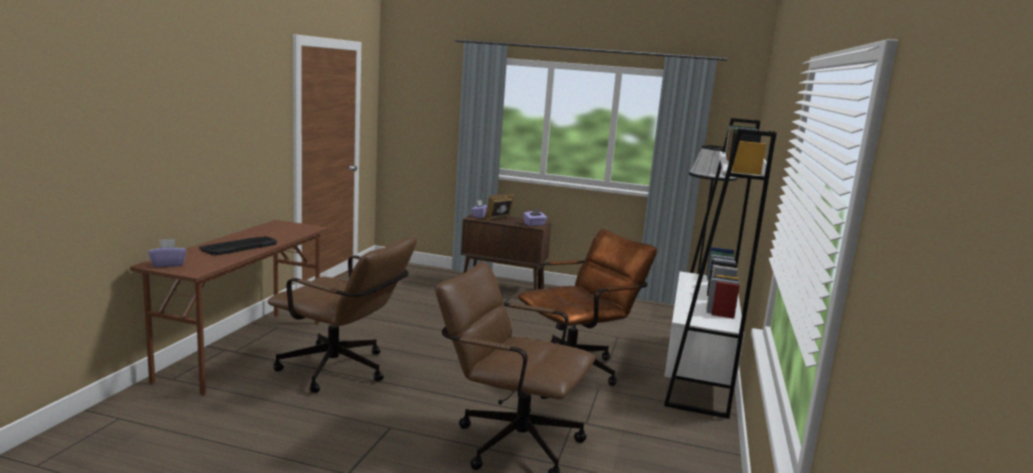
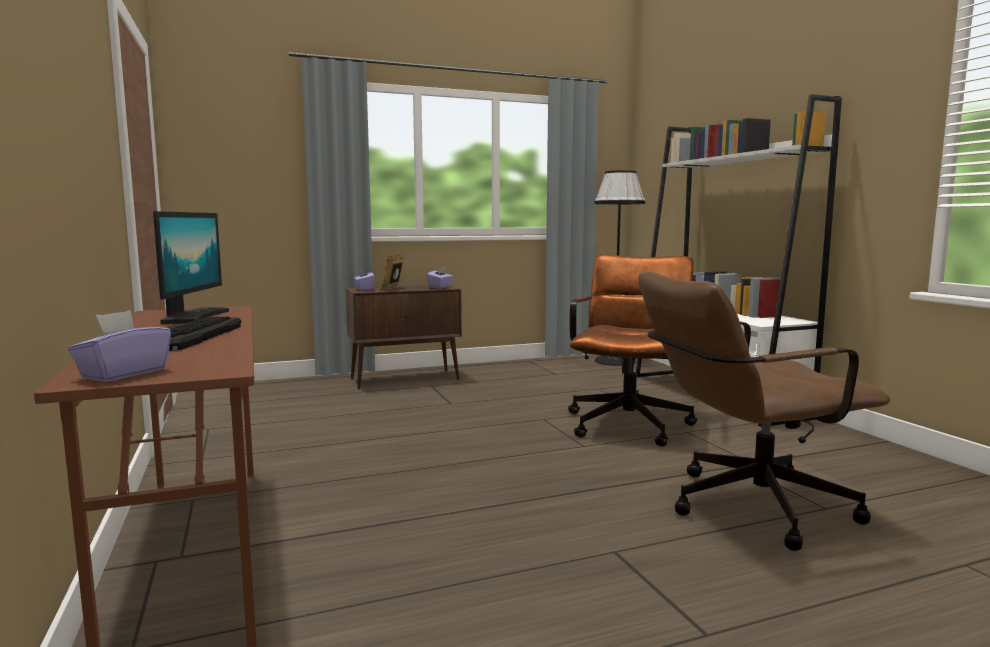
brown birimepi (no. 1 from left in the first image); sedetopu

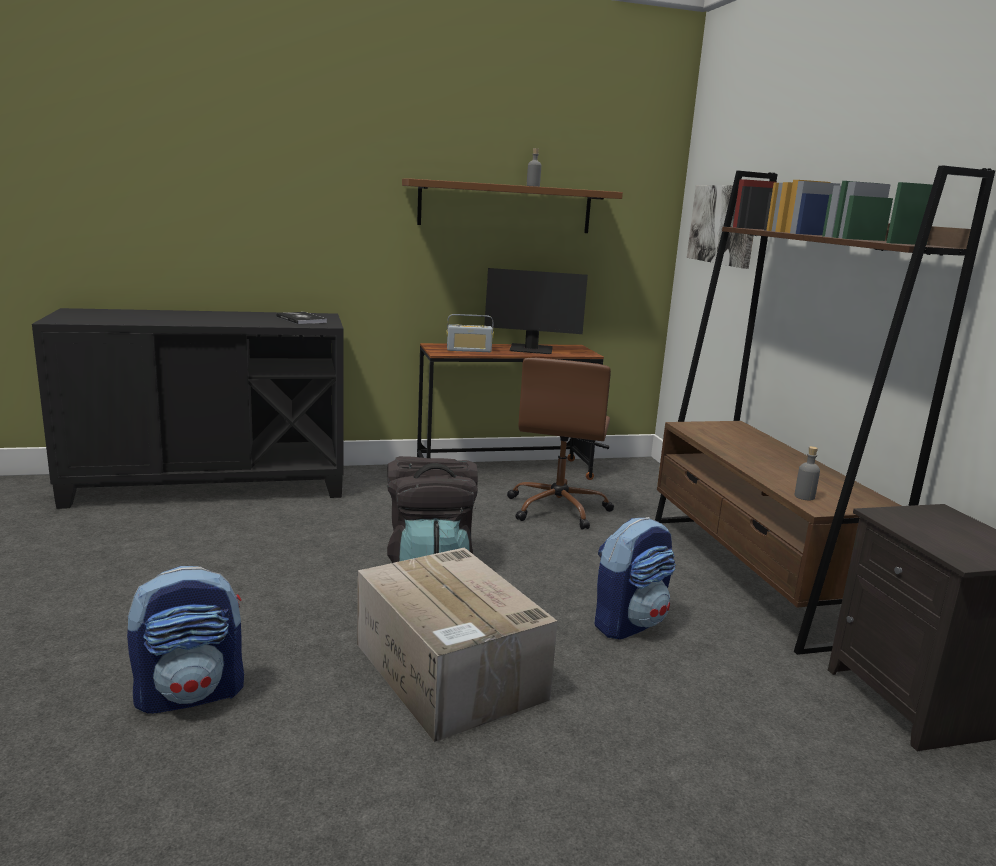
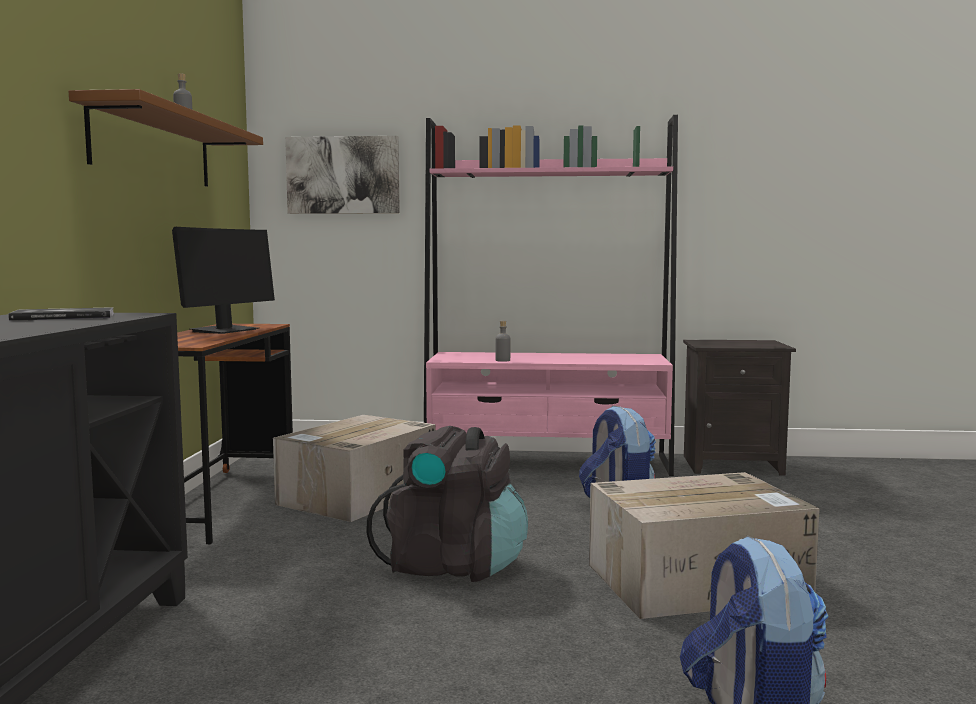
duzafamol; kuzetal (no. 1 from left); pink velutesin; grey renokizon (no. 2 from left)

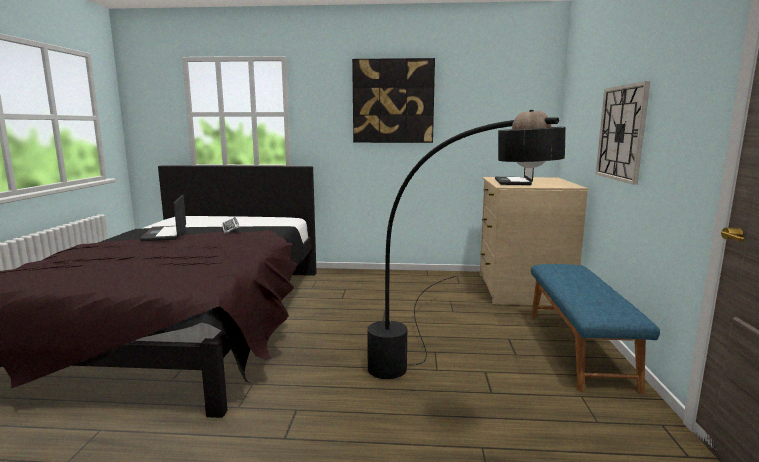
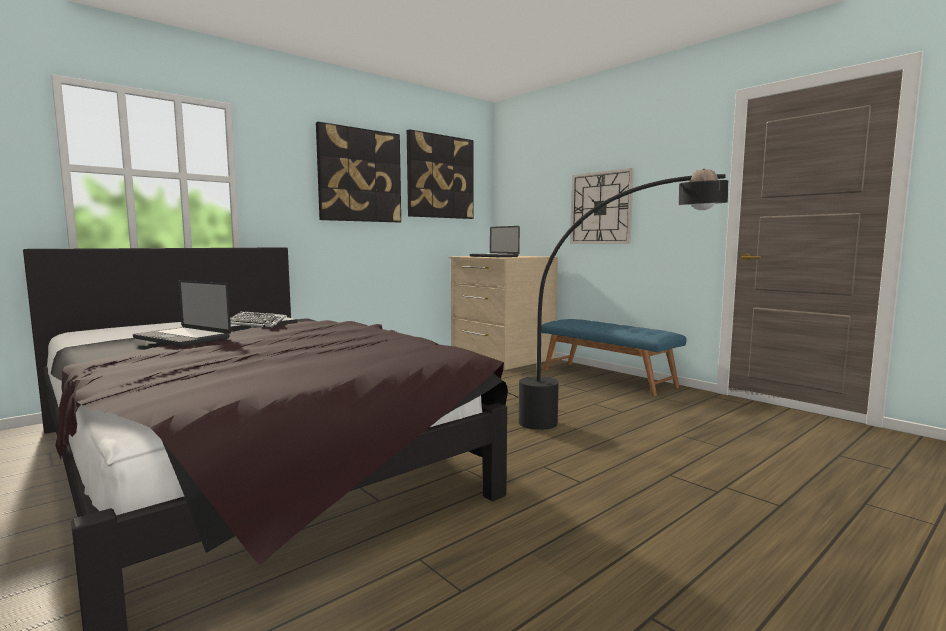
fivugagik (no. 2 from left)

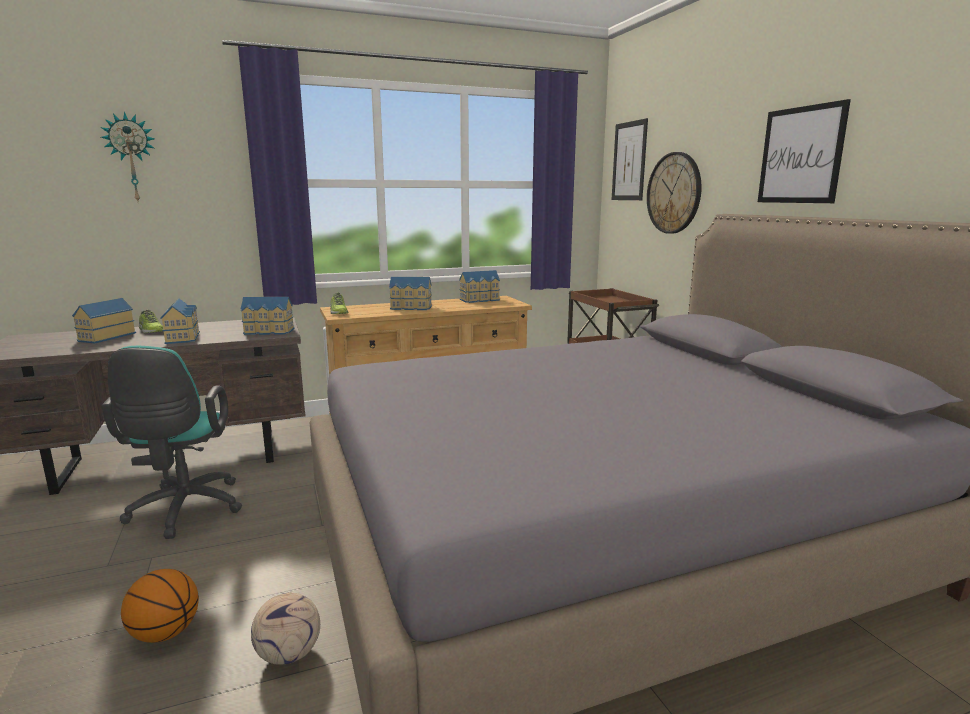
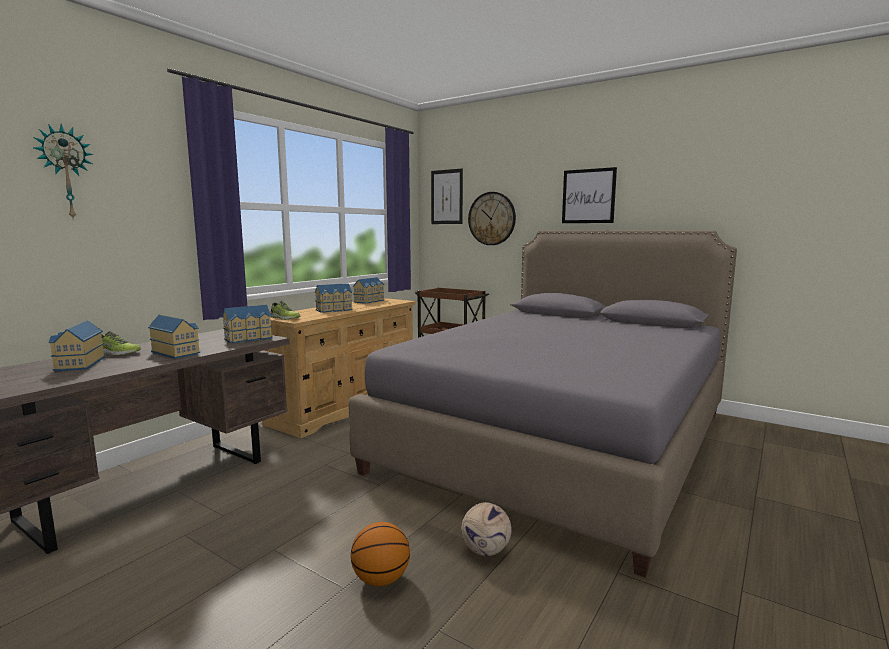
turquoise birimepi

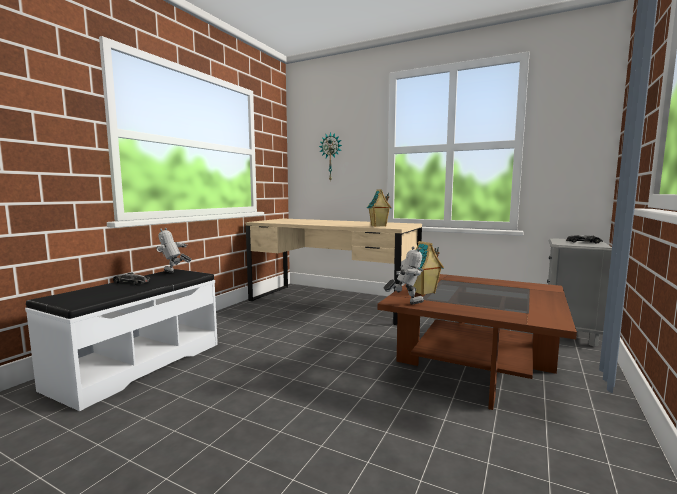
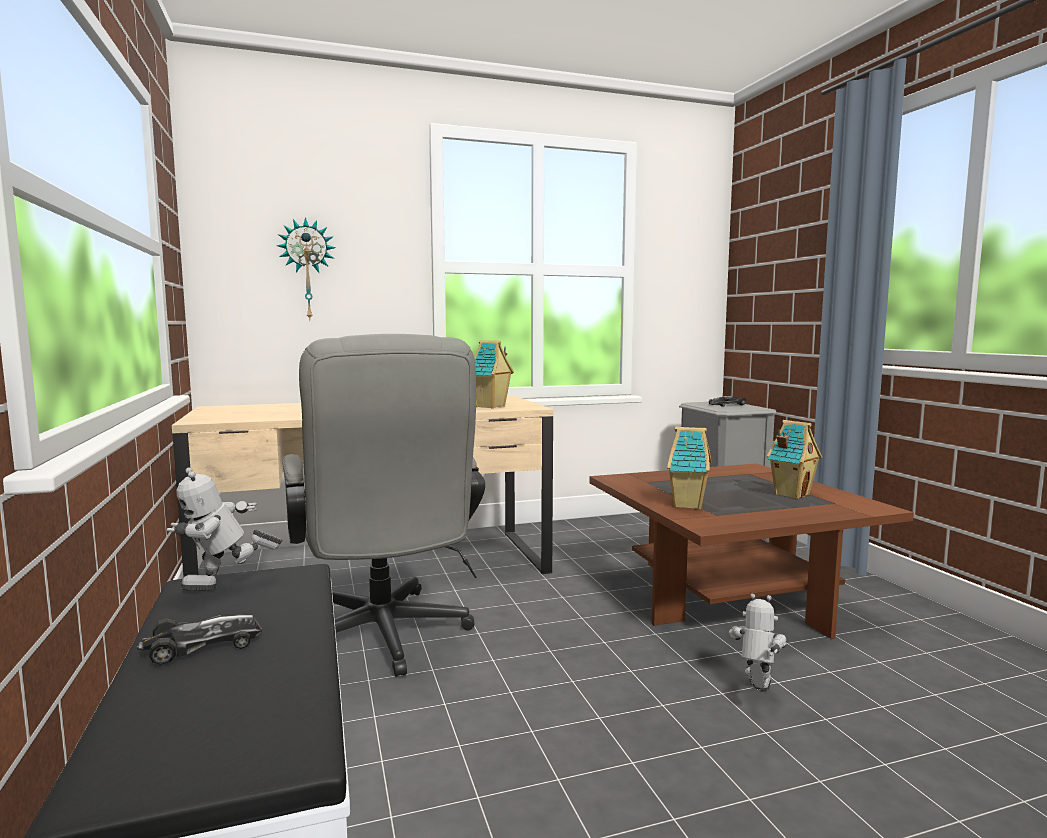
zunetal (no. 2 from left); grey birimepi; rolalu (no. 3 from left)

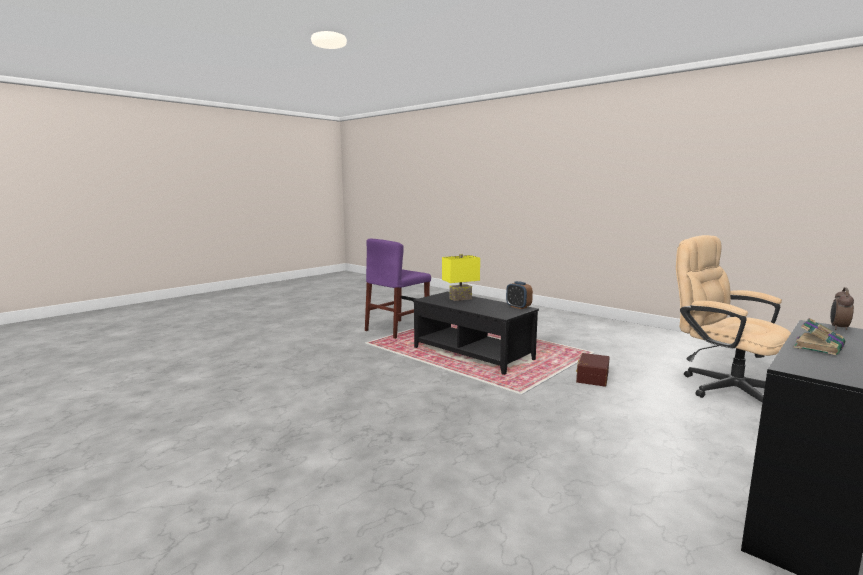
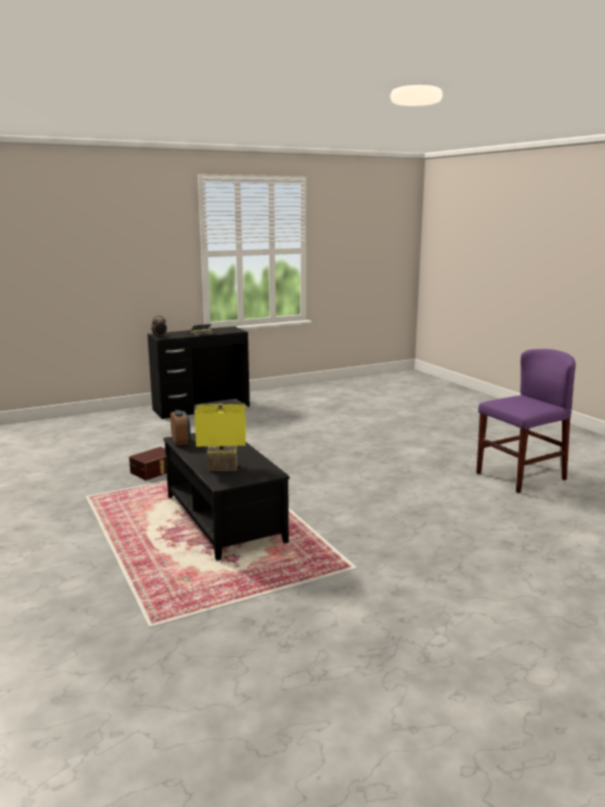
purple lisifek; beige birimepi

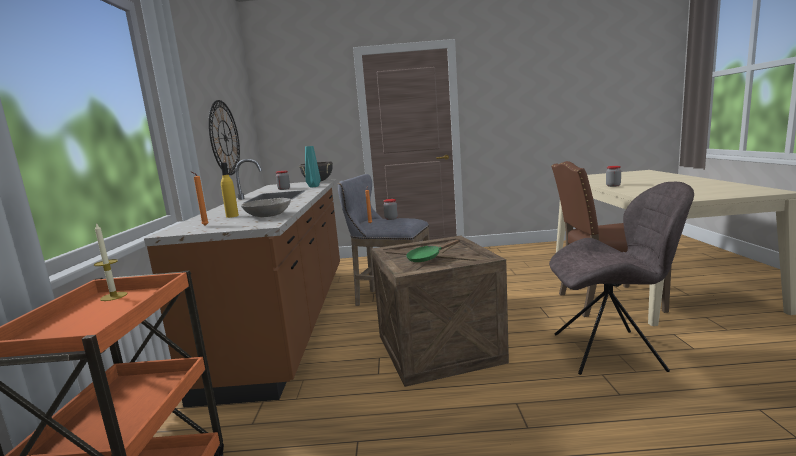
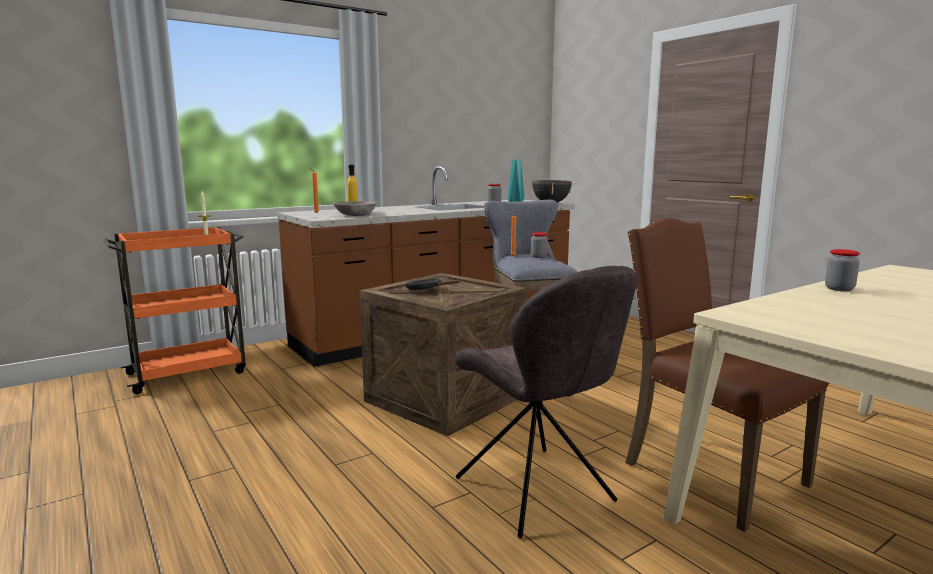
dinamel; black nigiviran

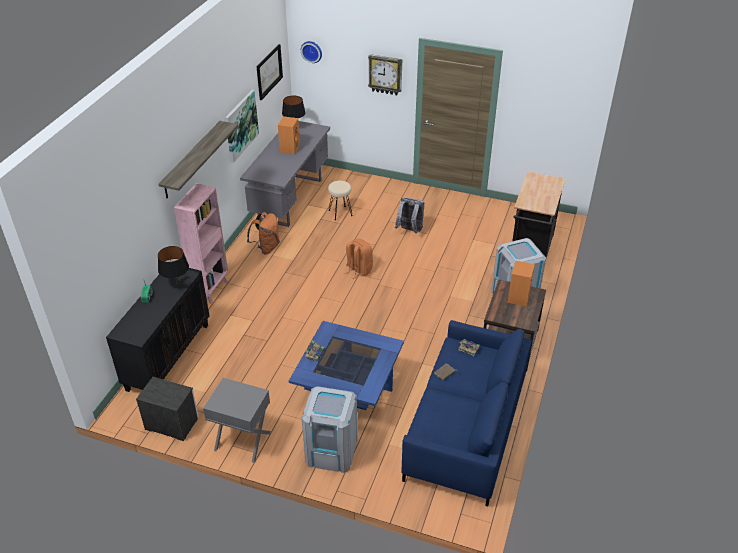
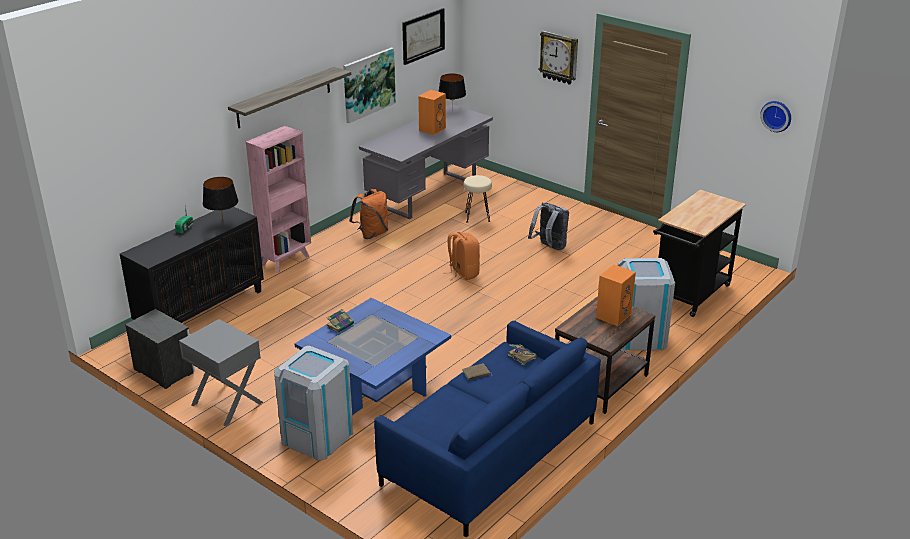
dinamel (no. 2 from left)

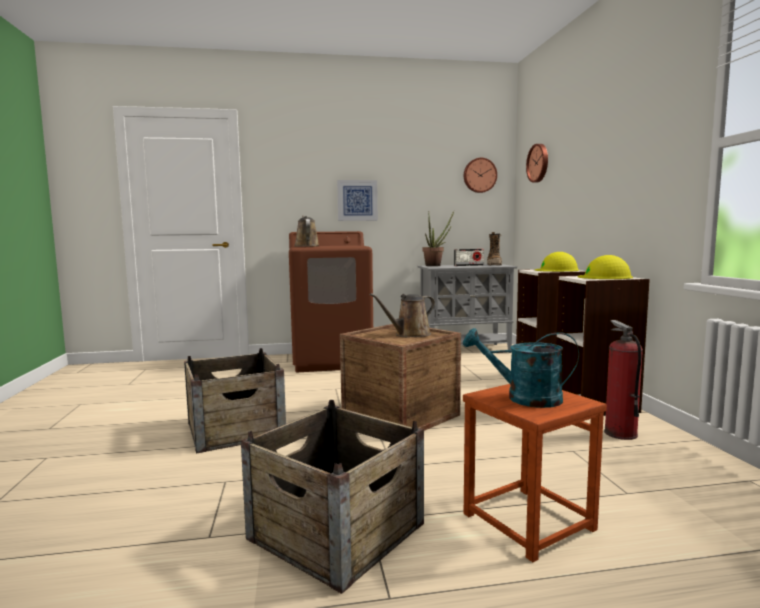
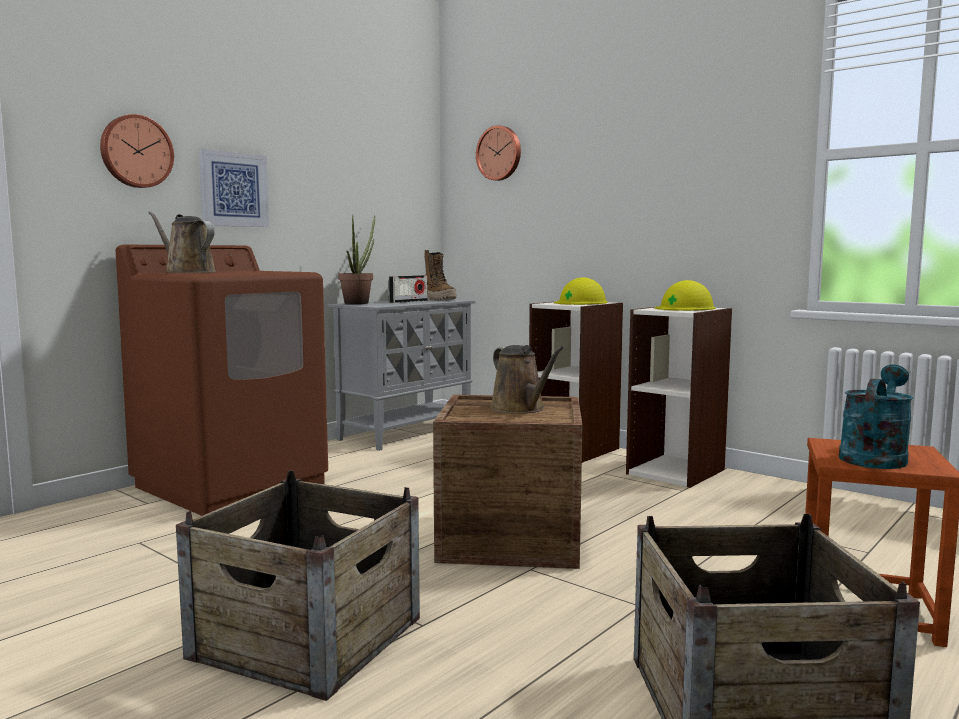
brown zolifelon (no. 2 from left); turquoise zolifelon; dinamel (no. 1 from left); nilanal

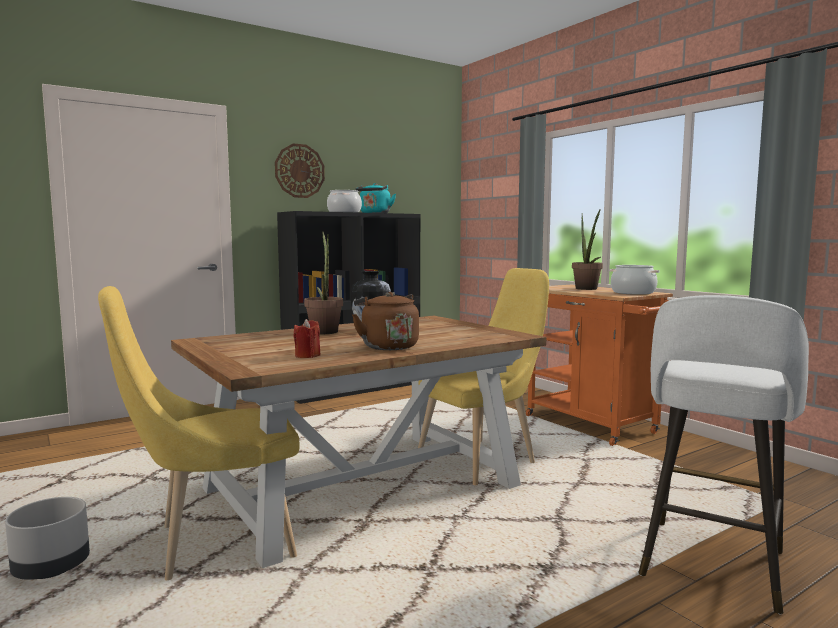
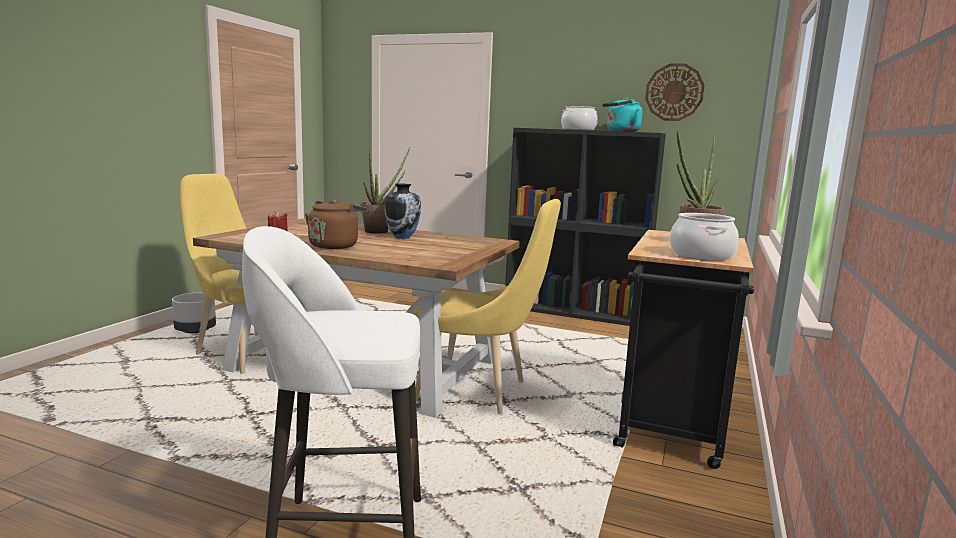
dinamel; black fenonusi

